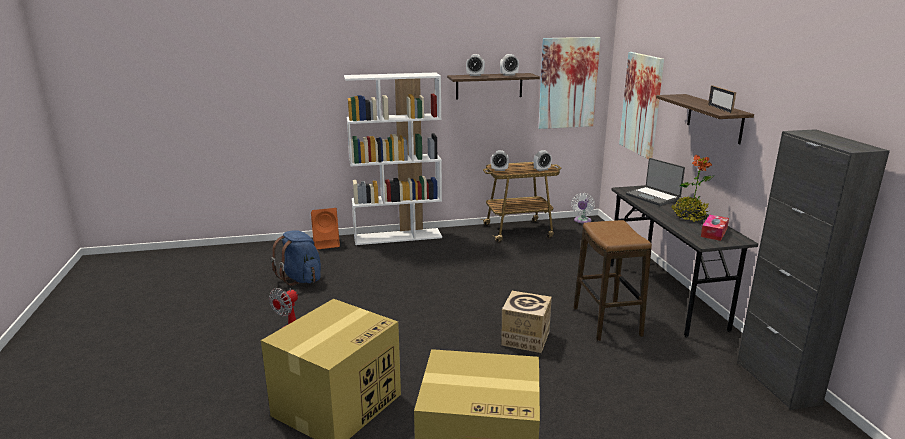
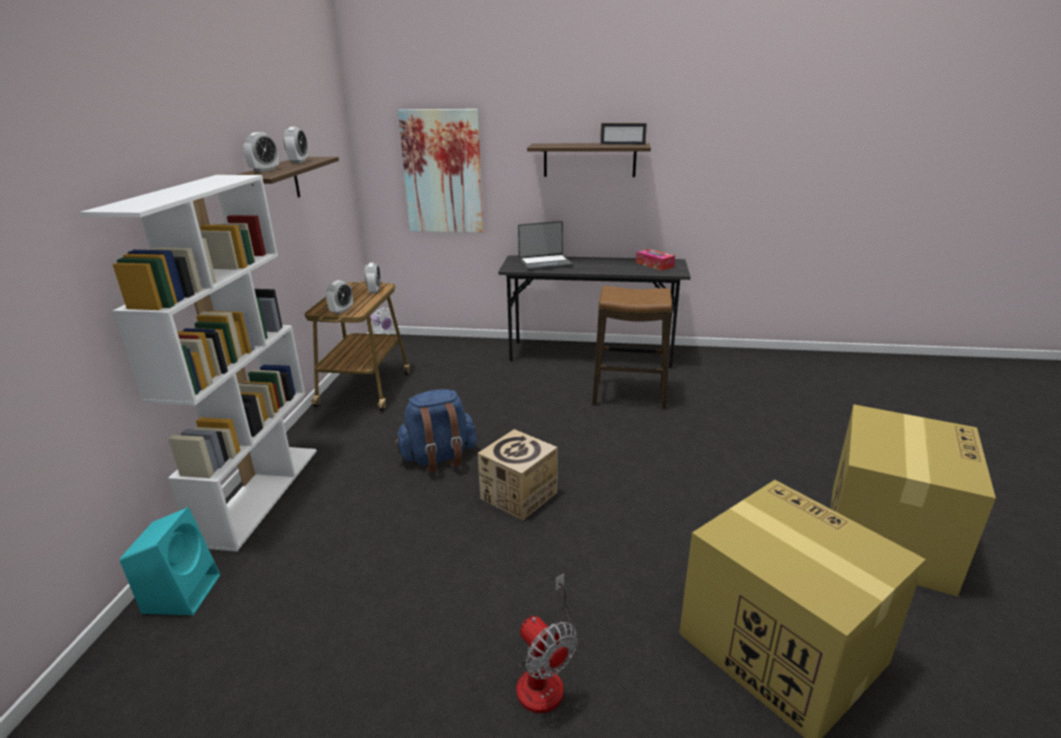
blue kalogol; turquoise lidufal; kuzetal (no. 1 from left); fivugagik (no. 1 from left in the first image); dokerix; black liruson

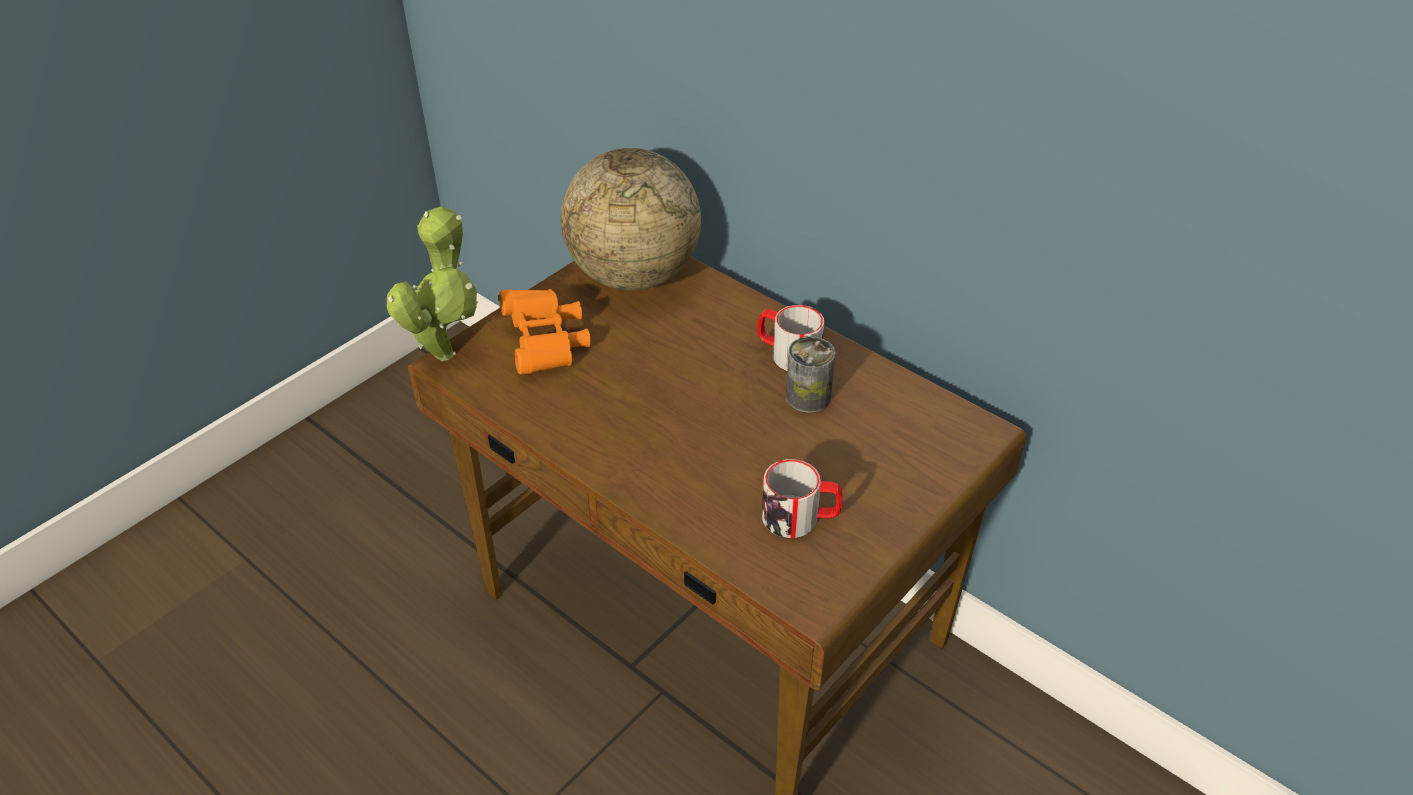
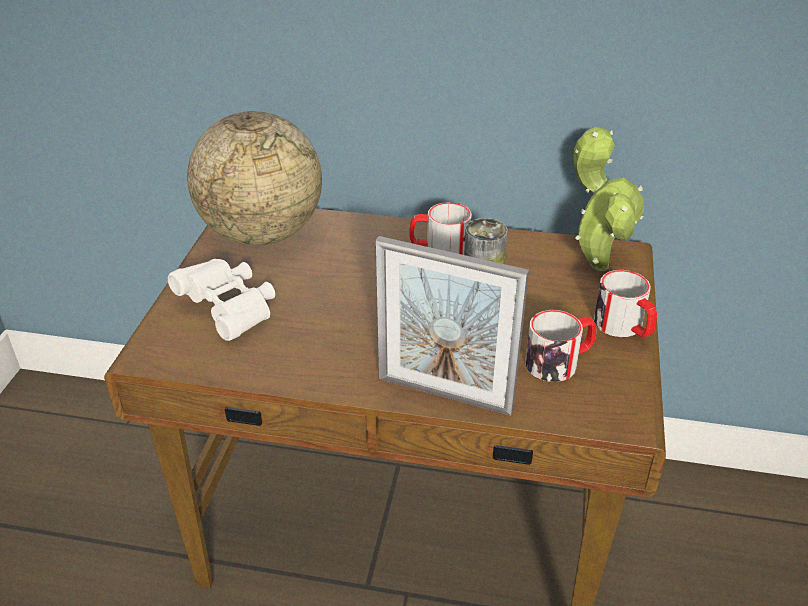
dokerix; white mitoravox; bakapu; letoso (no. 3 from left)

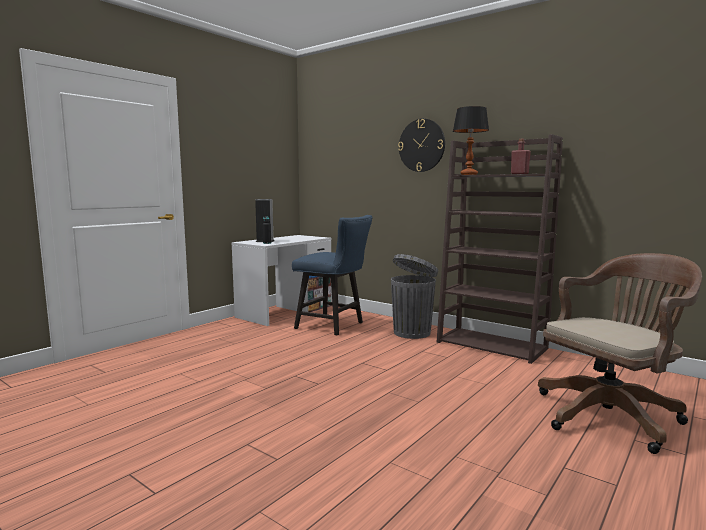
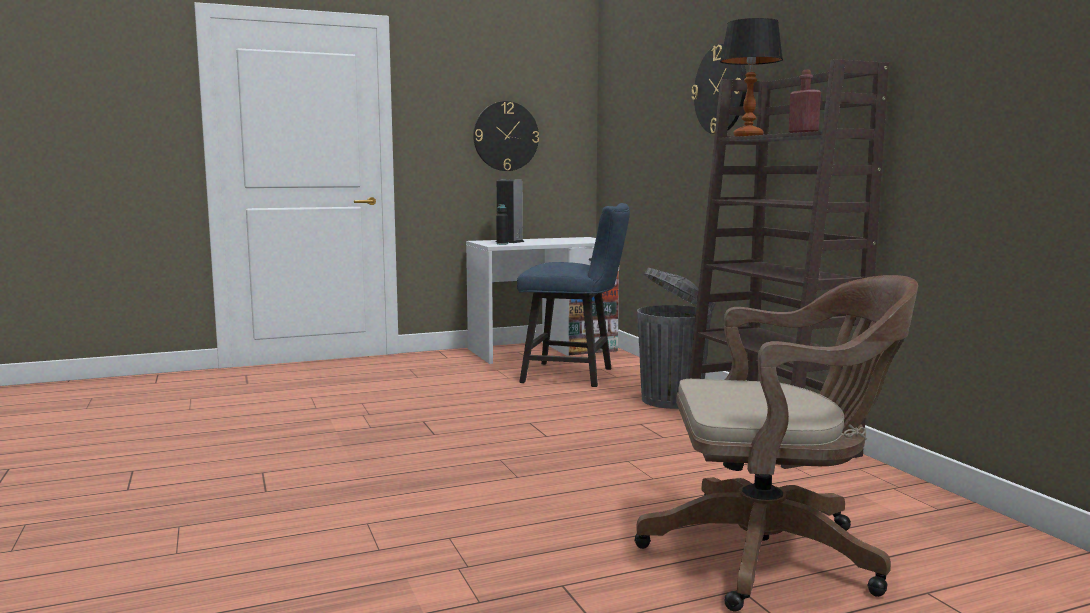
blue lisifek; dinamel (no. 1 from left)

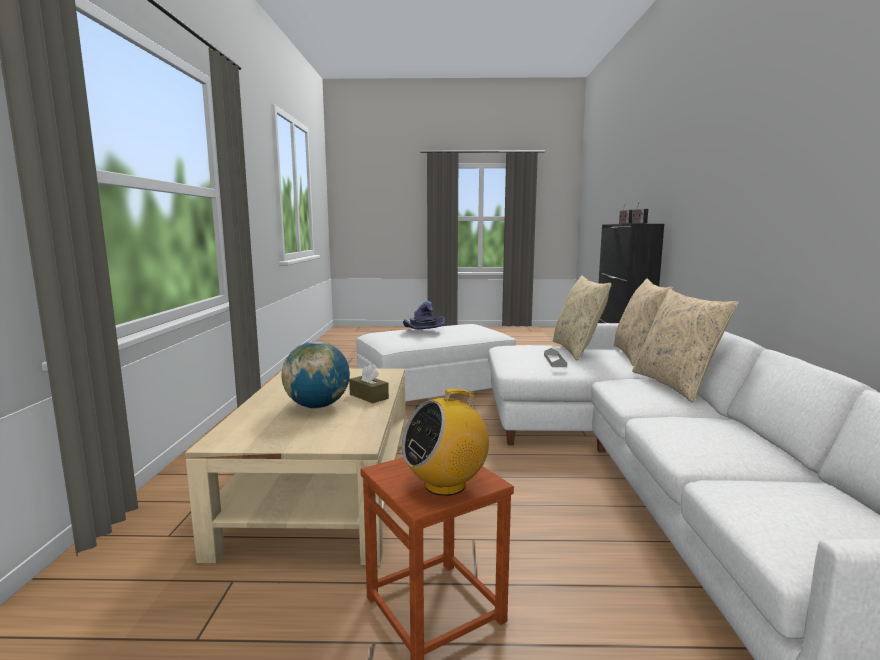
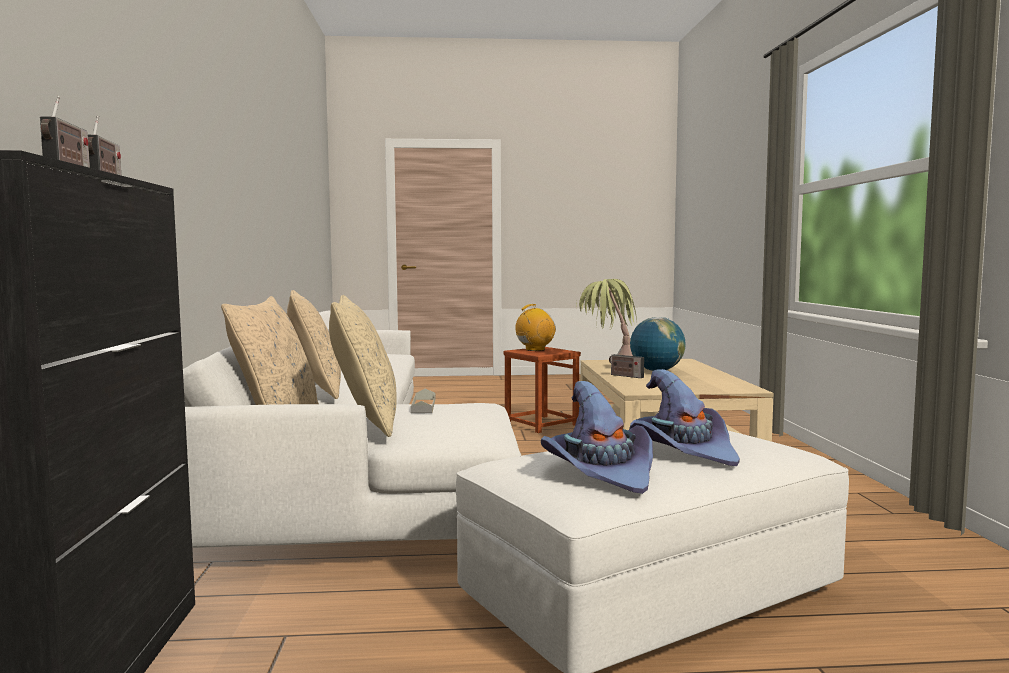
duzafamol (no. 4 from left); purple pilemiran (no. 1 from left); dokerix

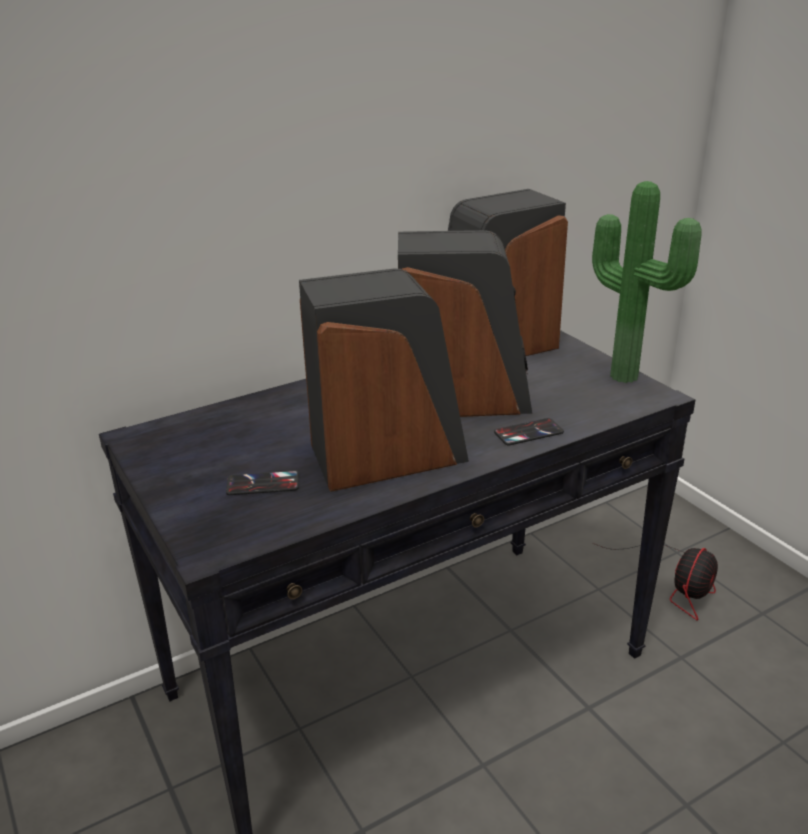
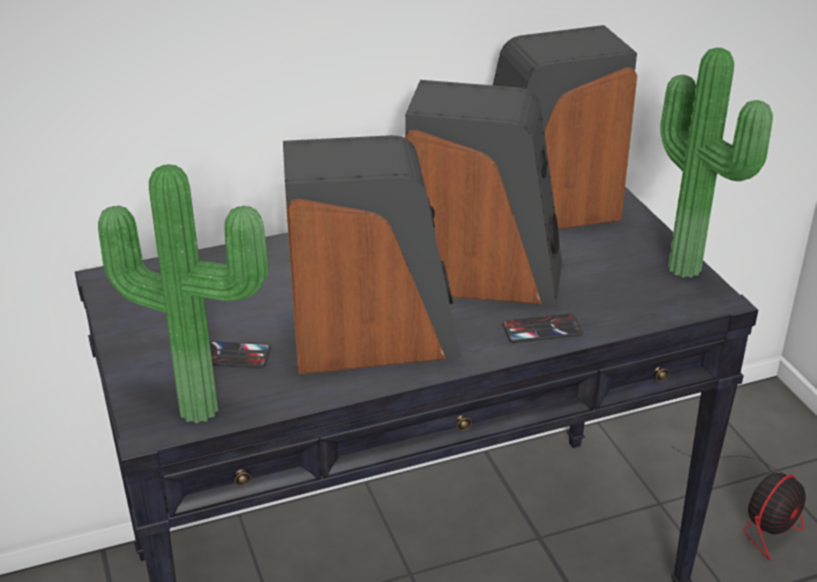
dokerix (no. 1 from left)

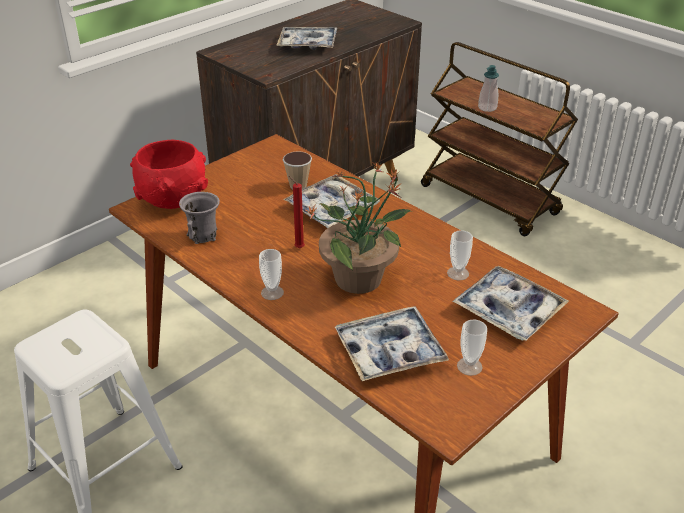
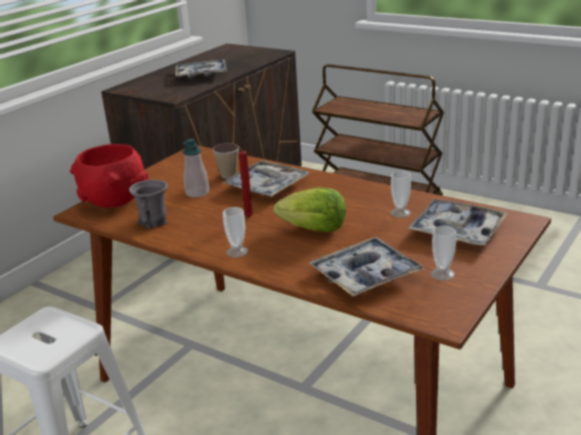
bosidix; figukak

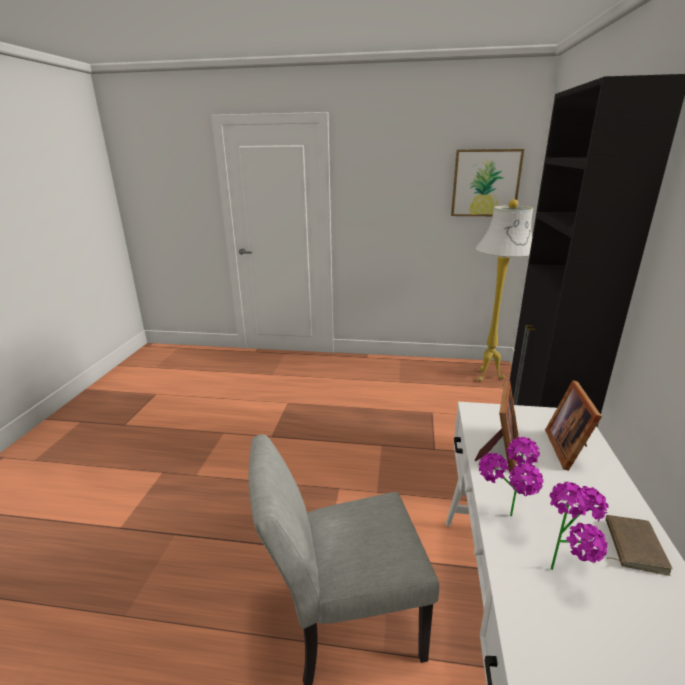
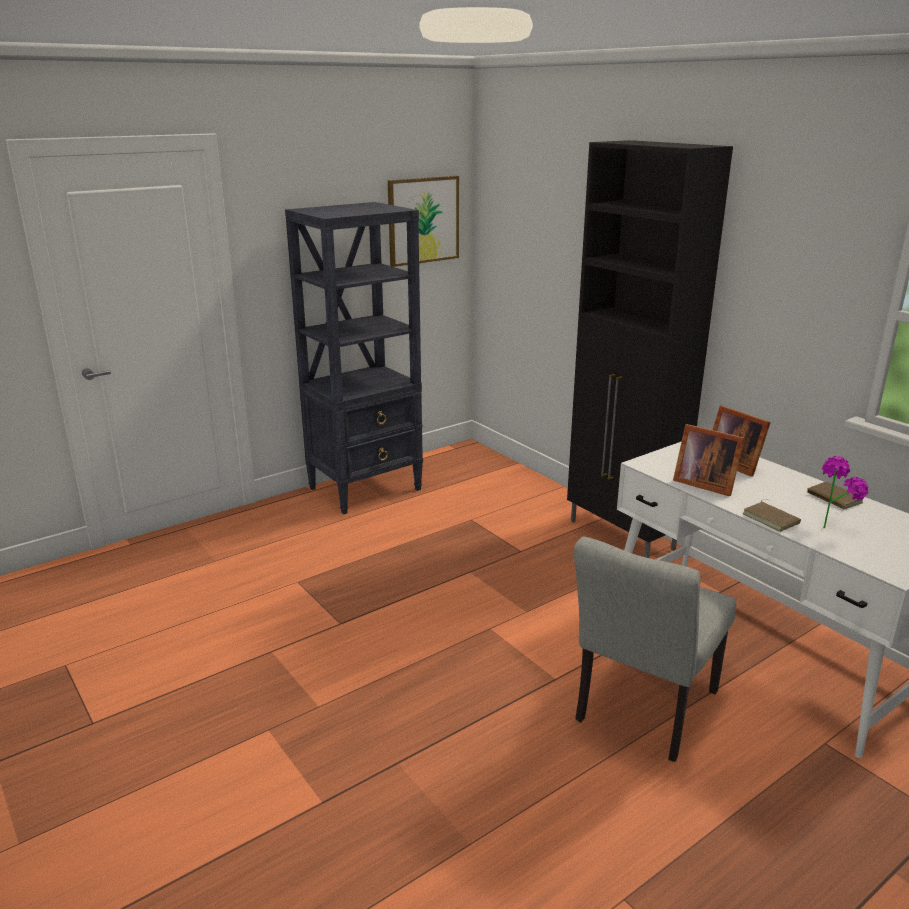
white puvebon; bakapu (no. 1 from left); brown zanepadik (no. 1 from left); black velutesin

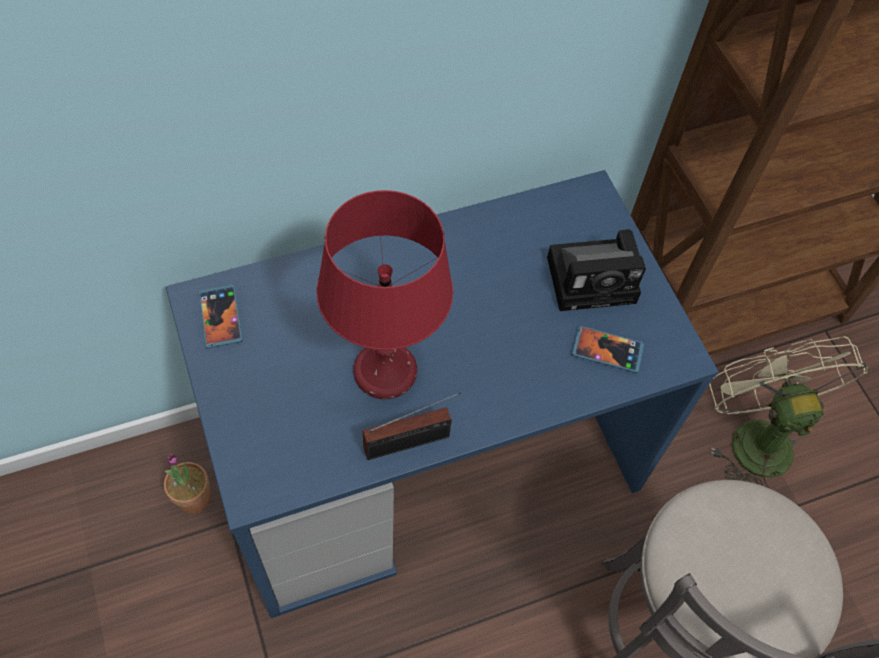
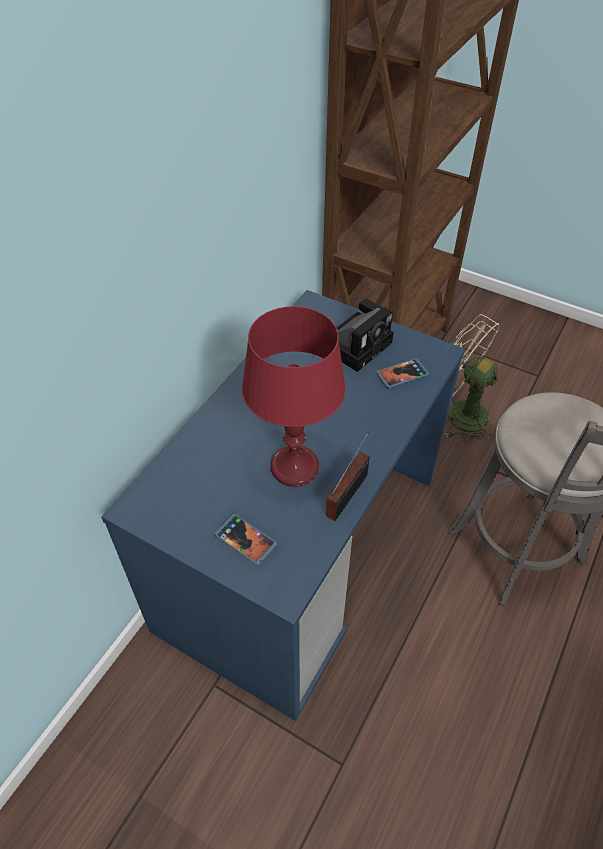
dokerix; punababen (no. 1 from left)

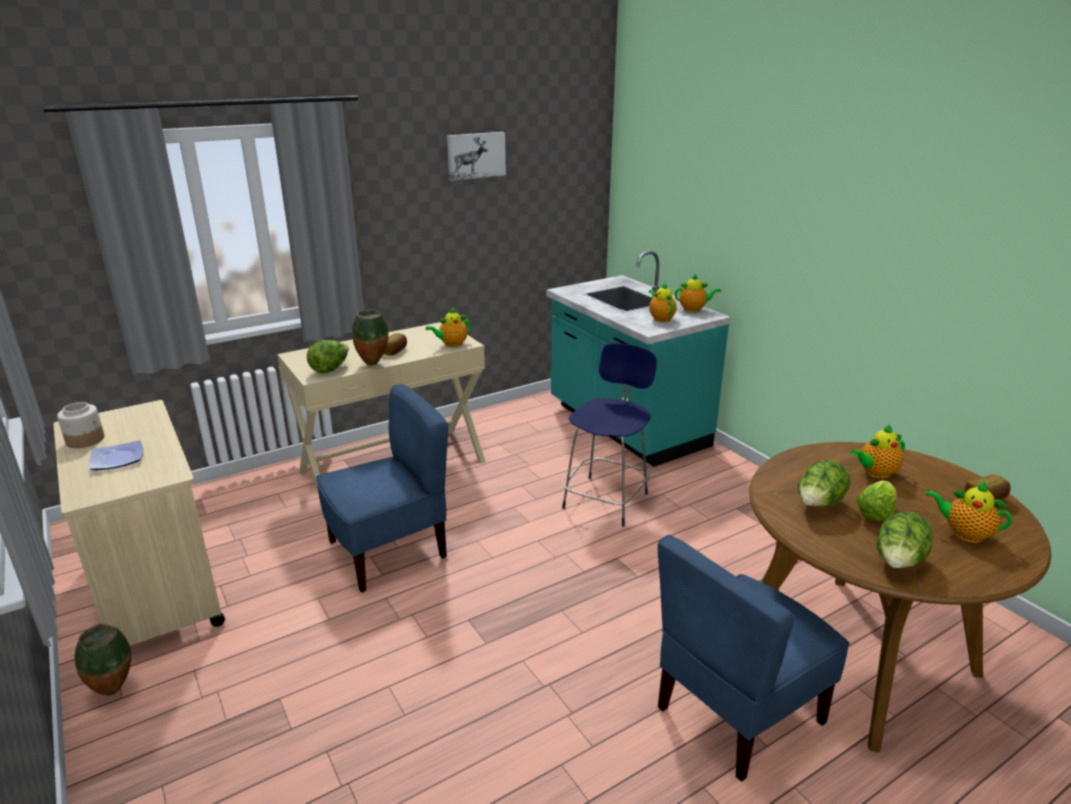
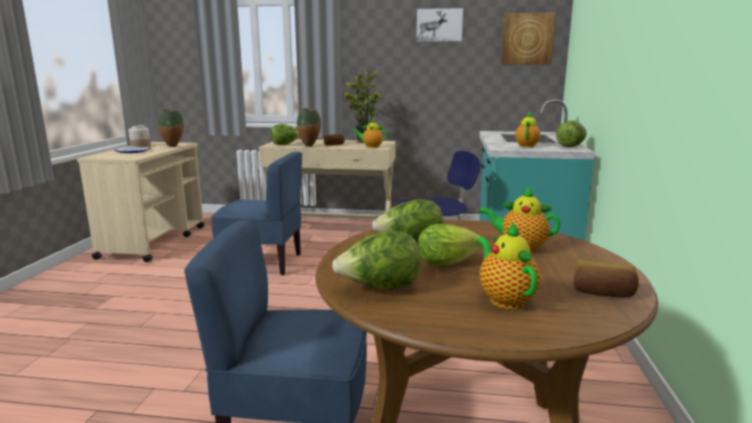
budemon (no. 1 from left); bosidix (no. 5 from left); dokerix; fivugagik (no. 2 from left)

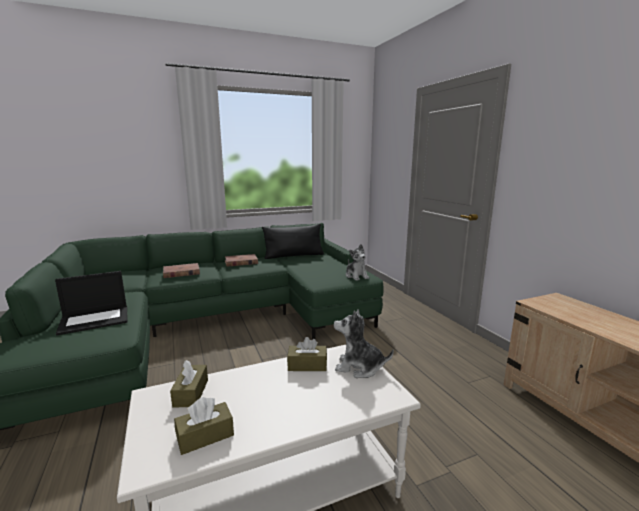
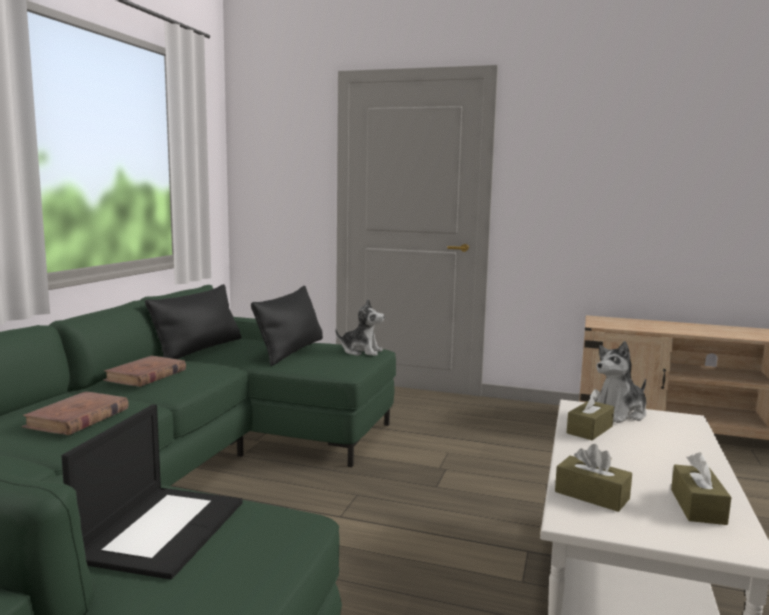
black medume (no. 2 from left)

